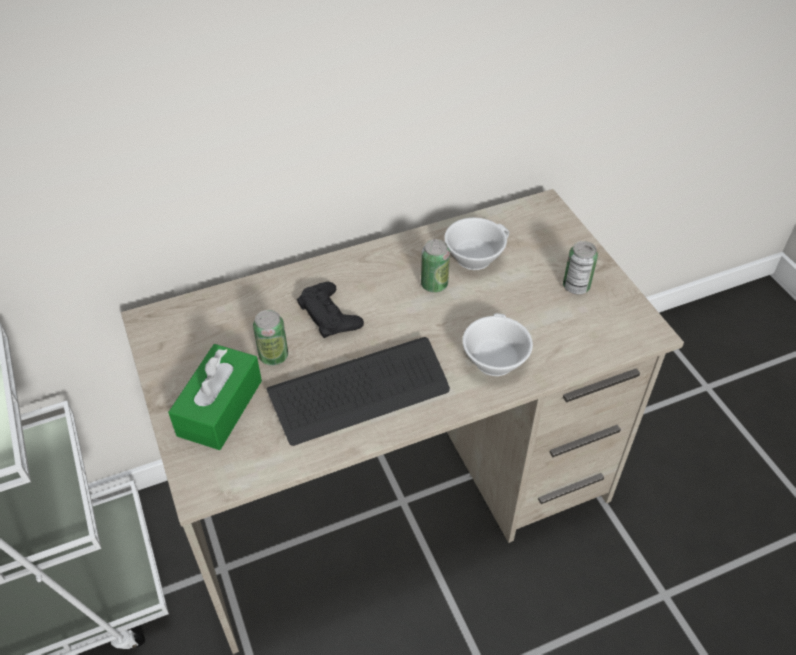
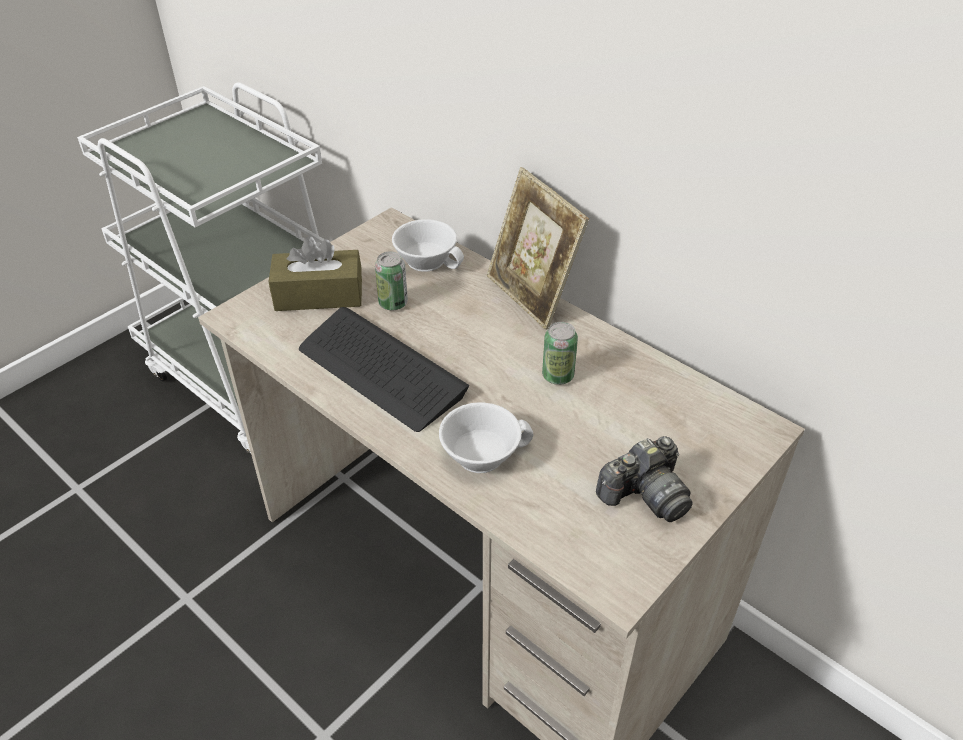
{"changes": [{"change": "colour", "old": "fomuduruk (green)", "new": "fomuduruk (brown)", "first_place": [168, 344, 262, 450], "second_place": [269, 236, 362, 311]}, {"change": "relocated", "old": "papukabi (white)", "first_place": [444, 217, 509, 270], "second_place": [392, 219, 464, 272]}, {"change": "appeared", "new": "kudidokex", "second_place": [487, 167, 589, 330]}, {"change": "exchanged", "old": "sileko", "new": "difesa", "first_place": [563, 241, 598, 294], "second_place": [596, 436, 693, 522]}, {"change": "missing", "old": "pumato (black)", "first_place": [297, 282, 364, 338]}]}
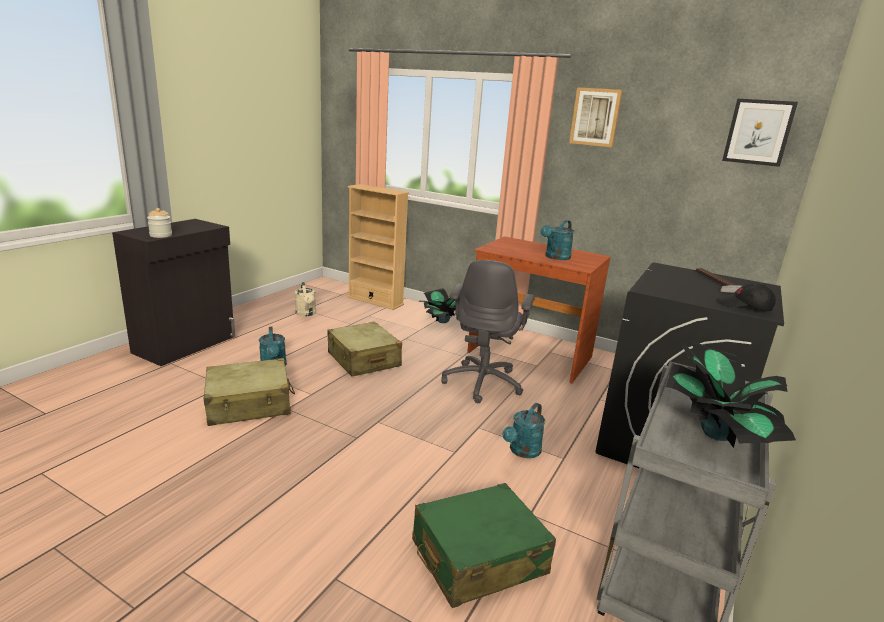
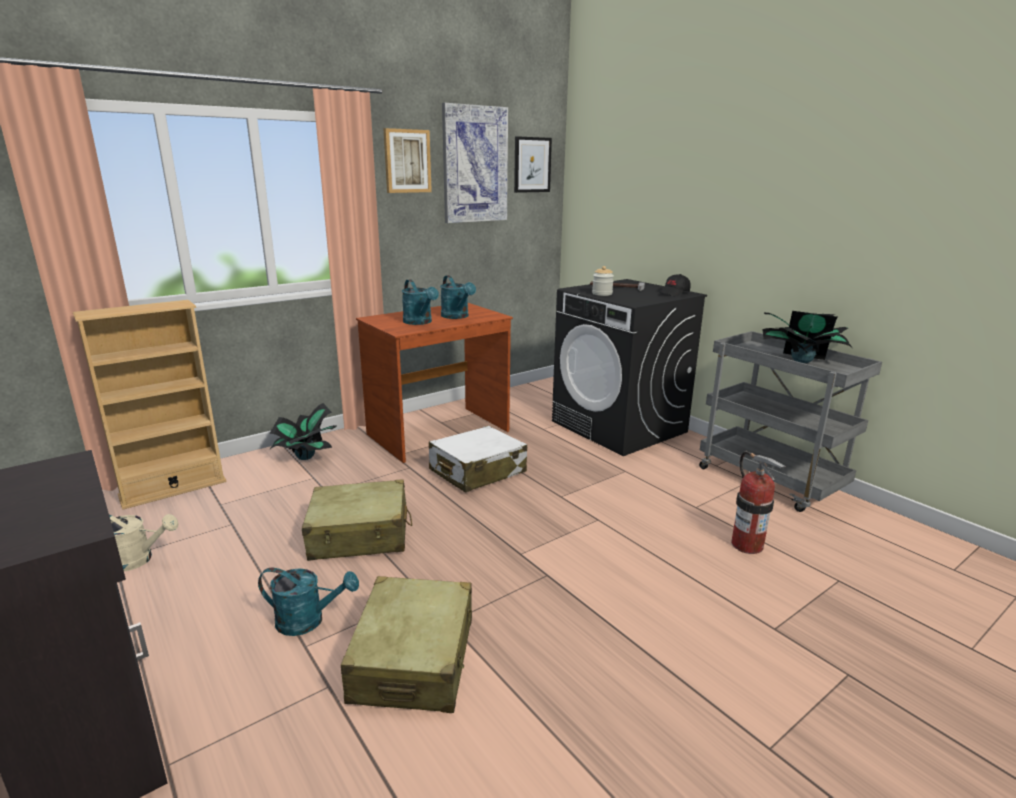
{"changes": [{"change": "relocated", "old": "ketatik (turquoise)", "first_place": [503, 403, 545, 458], "second_place": [402, 279, 439, 325]}, {"change": "exchanged", "old": "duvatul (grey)", "new": "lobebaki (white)", "first_place": [442, 260, 535, 403], "second_place": [429, 426, 527, 492]}, {"change": "appeared", "new": "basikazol", "second_place": [442, 103, 508, 223]}, {"change": "relocated", "old": "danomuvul", "first_place": [147, 208, 172, 238], "second_place": [592, 266, 614, 296]}, {"change": "exchanged", "old": "lobebaki (green)", "new": "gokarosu", "first_place": [412, 483, 556, 608], "second_place": [731, 451, 787, 554]}]}
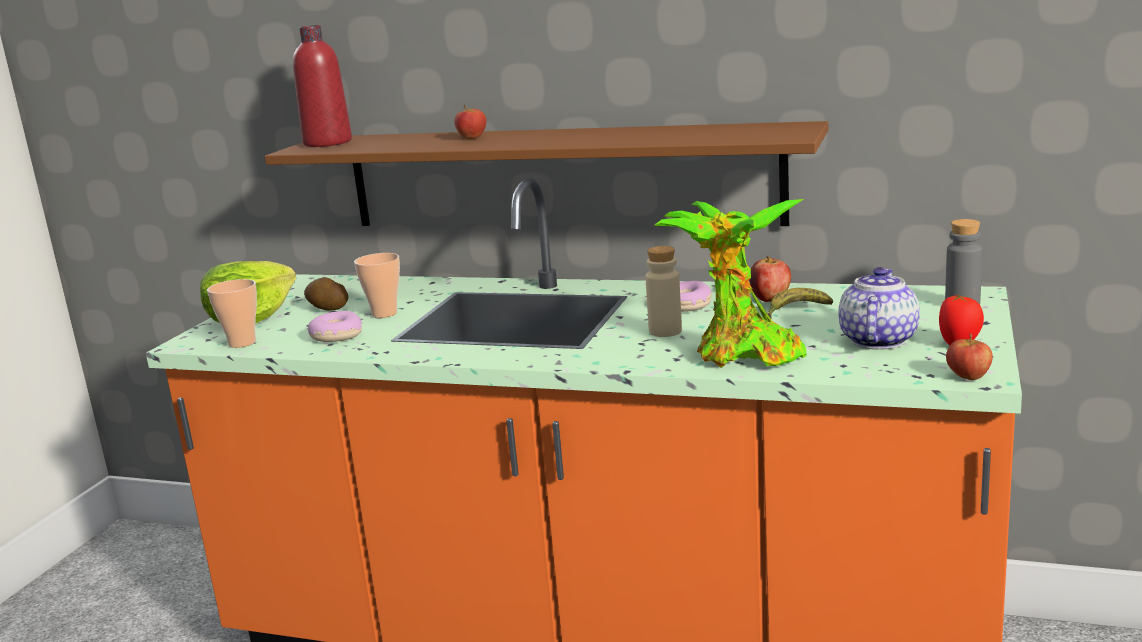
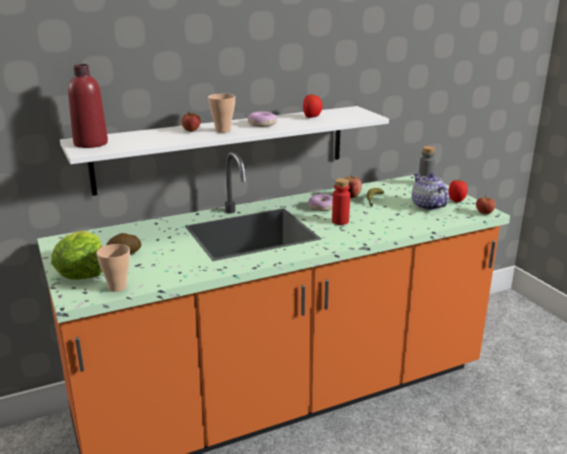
{"changes": [{"change": "colour", "old": "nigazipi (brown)", "new": "nigazipi (white)", "first_place": [265, 121, 828, 226], "second_place": [60, 106, 389, 196]}, {"change": "relocated", "old": "papukabi", "first_place": [354, 253, 400, 318], "second_place": [208, 94, 235, 133]}, {"change": "relocated", "old": "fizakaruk", "first_place": [308, 311, 363, 342], "second_place": [248, 111, 277, 127]}, {"change": "appeared", "new": "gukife", "second_place": [303, 94, 322, 118]}, {"change": "colour", "old": "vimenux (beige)", "new": "vimenux (red)", "first_place": [646, 246, 682, 337], "second_place": [332, 178, 350, 225]}, {"change": "missing", "old": "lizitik", "first_place": [653, 199, 807, 368]}]}
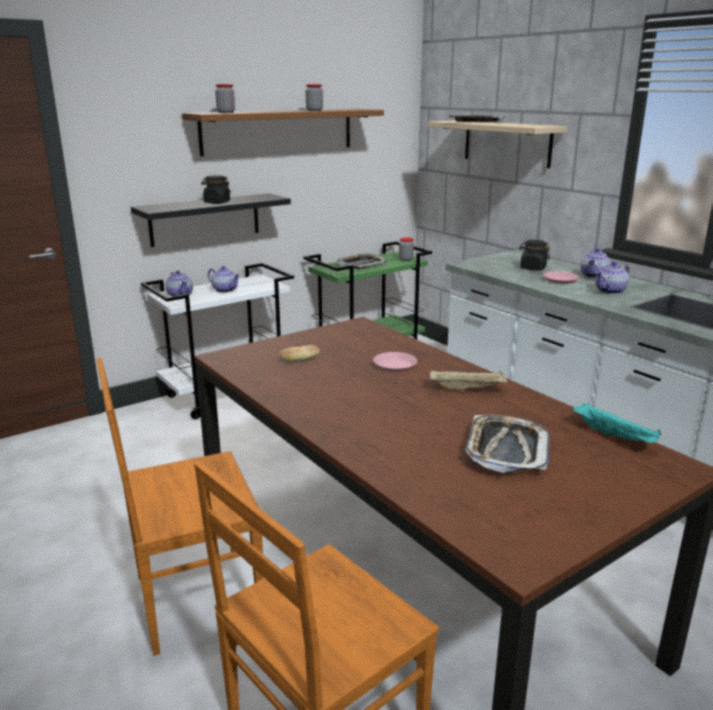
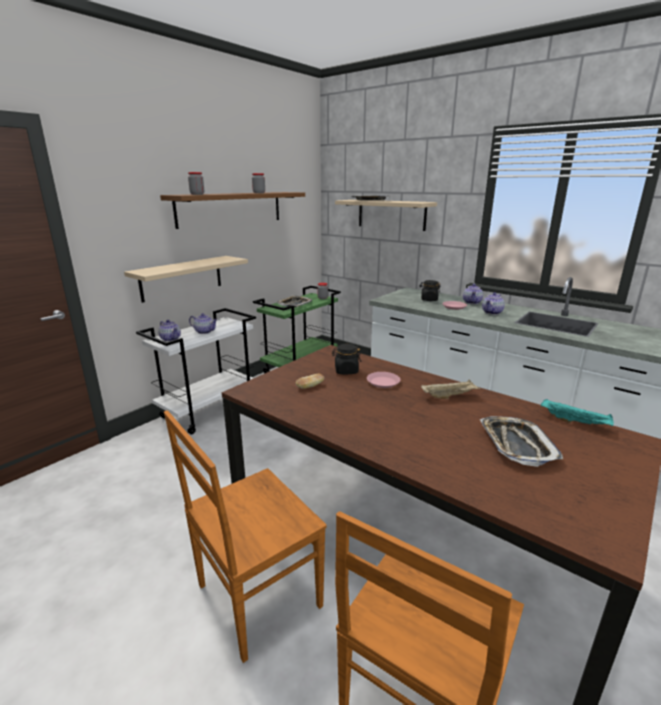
{"changes": [{"change": "colour", "old": "nigazipi (black)", "new": "nigazipi (beige)", "first_place": [131, 193, 291, 247], "second_place": [124, 256, 248, 303]}, {"change": "relocated", "old": "danomuvul (black)", "first_place": [201, 175, 231, 204], "second_place": [332, 344, 361, 374]}]}
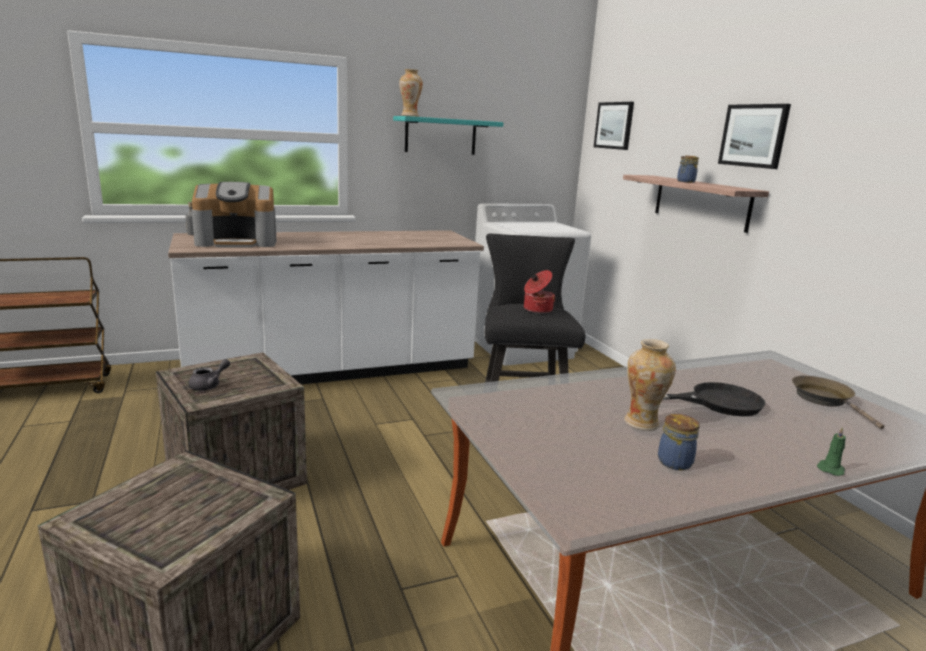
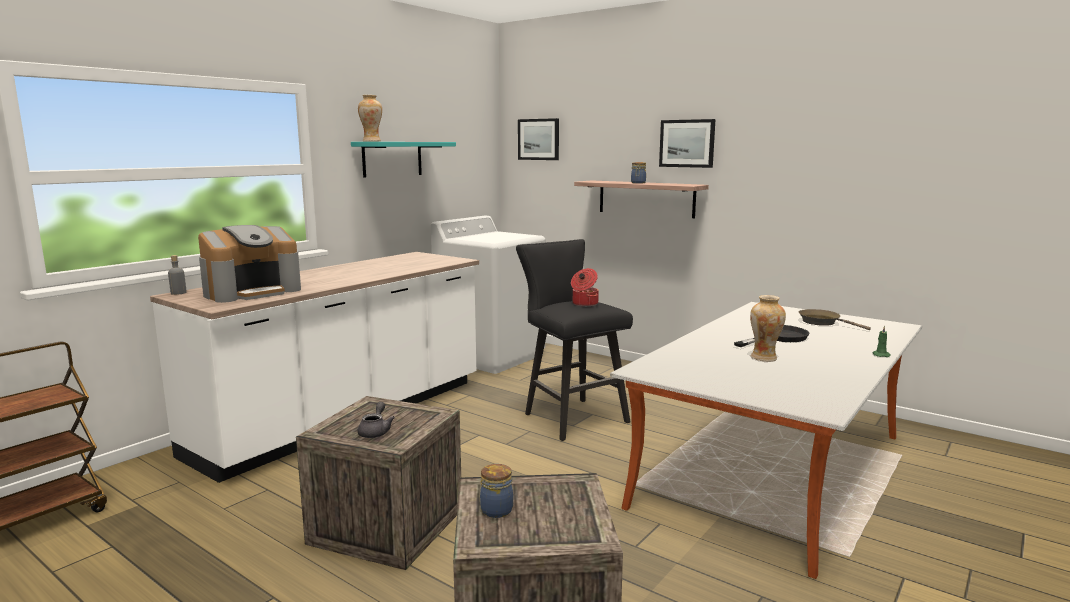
{"changes": [{"change": "relocated", "old": "danomuvul", "first_place": [658, 414, 700, 470], "second_place": [480, 464, 513, 518]}]}
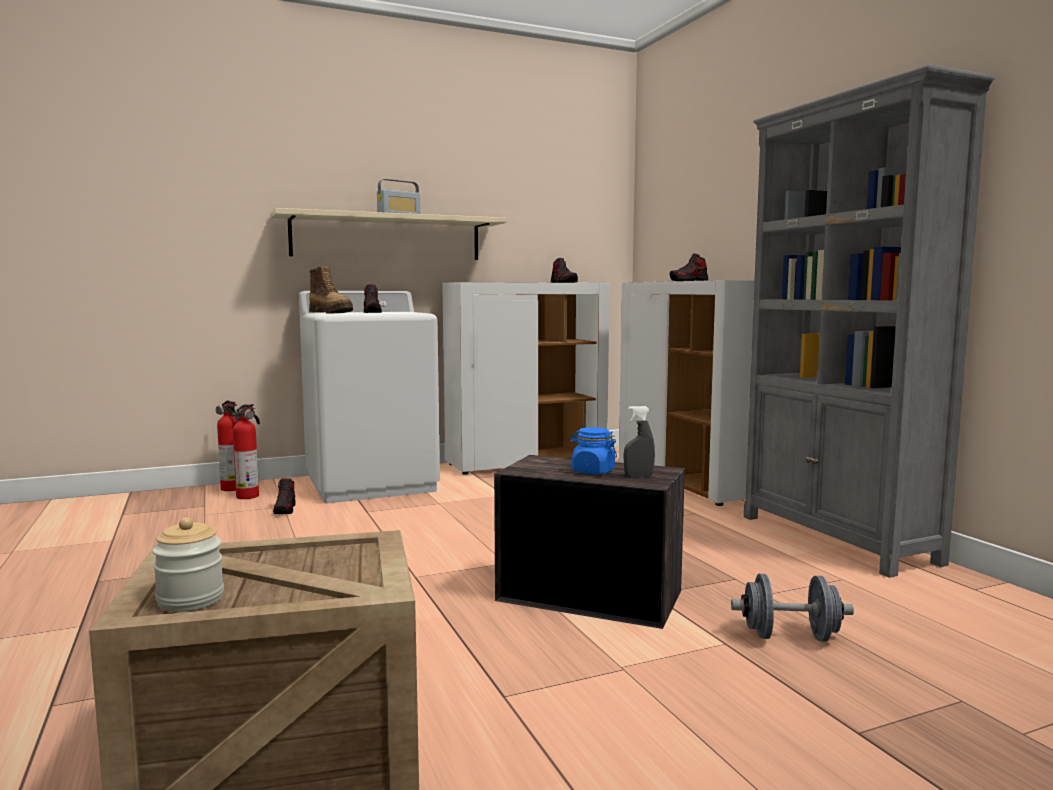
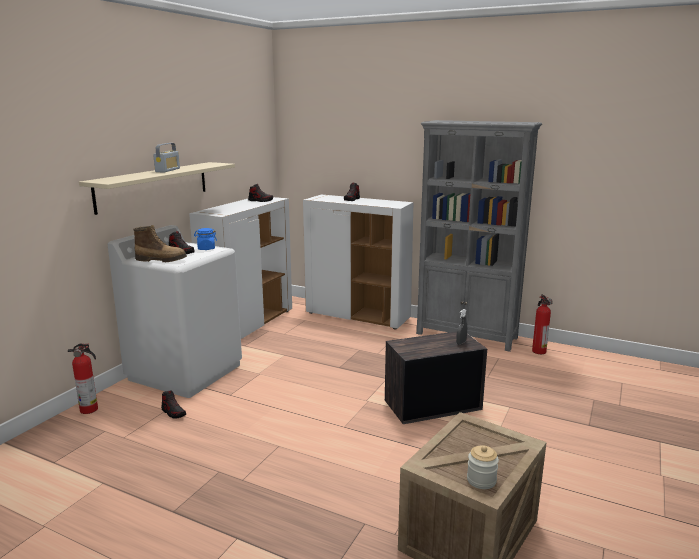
{"changes": [{"change": "relocated", "old": "danomuvul (blue)", "first_place": [570, 427, 617, 474], "second_place": [194, 228, 217, 250]}, {"change": "relocated", "old": "gokarosu", "first_place": [230, 404, 260, 499], "second_place": [532, 294, 553, 354]}, {"change": "missing", "old": "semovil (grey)", "first_place": [731, 574, 854, 642]}]}
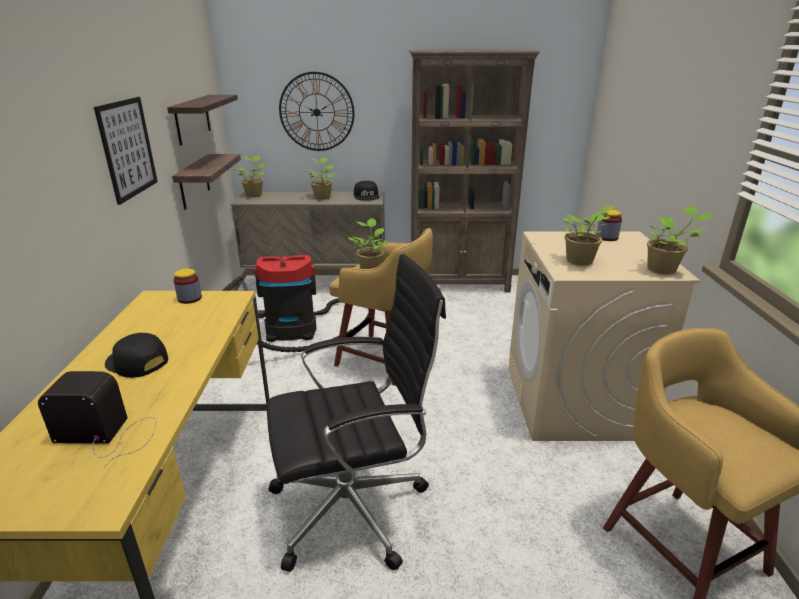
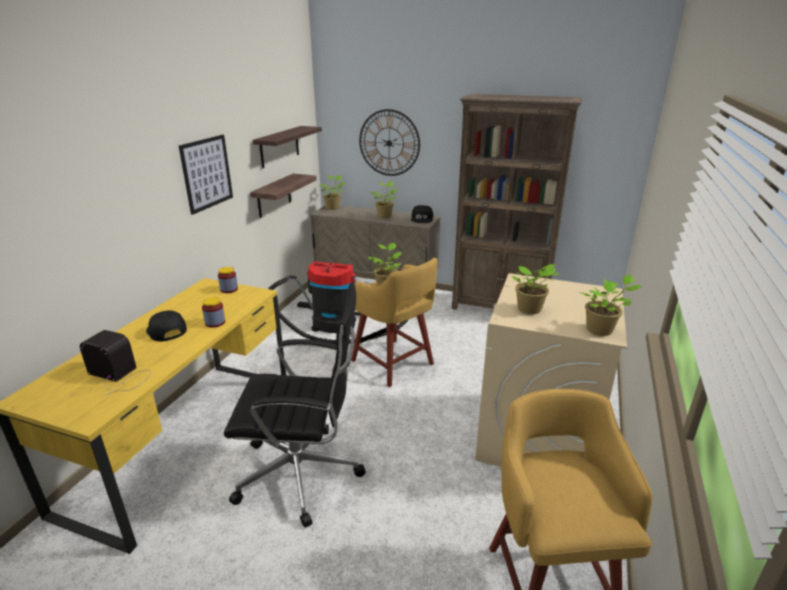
{"changes": [{"change": "relocated", "old": "danomuvul", "first_place": [597, 210, 622, 241], "second_place": [202, 297, 225, 328]}]}
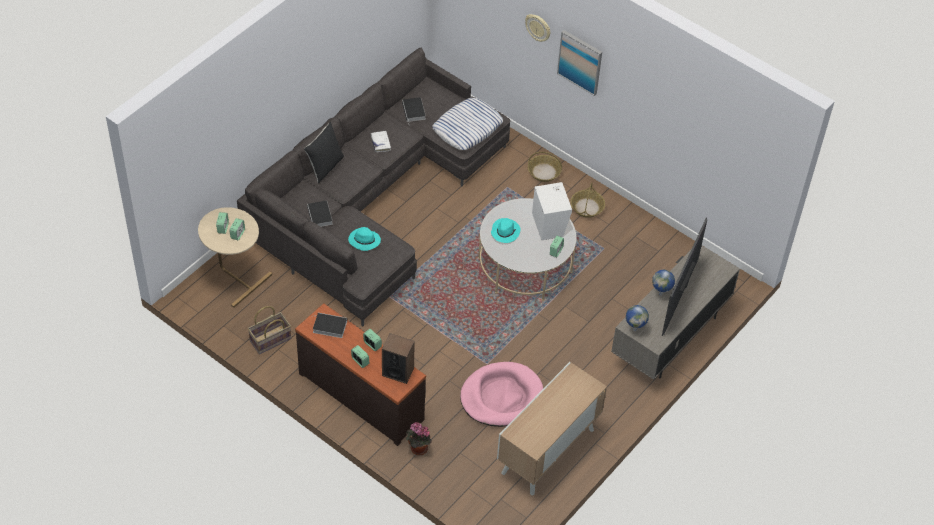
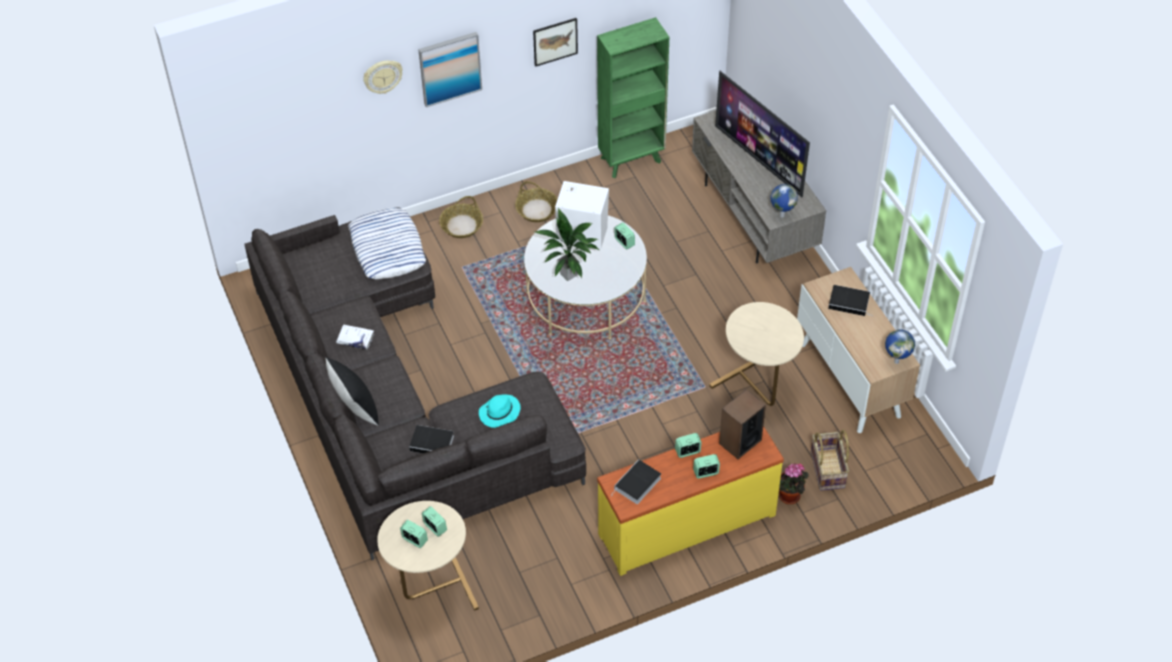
{"changes": [{"change": "appeared", "new": "basikazol", "second_place": [533, 18, 578, 67]}, {"change": "exchanged", "old": "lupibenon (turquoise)", "new": "lizitik", "first_place": [491, 218, 521, 243], "second_place": [535, 208, 599, 281]}, {"change": "appeared", "new": "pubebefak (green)", "second_place": [597, 17, 669, 178]}, {"change": "colour", "old": "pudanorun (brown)", "new": "pudanorun (yellow)", "first_place": [295, 303, 426, 446], "second_place": [597, 426, 784, 576]}, {"change": "exchanged", "old": "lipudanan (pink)", "new": "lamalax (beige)", "first_place": [460, 362, 543, 427], "second_place": [709, 302, 804, 406]}, {"change": "relocated", "old": "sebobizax", "first_place": [248, 306, 291, 354], "second_place": [811, 430, 849, 490]}, {"change": "relocated", "old": "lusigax", "first_place": [402, 97, 426, 125], "second_place": [828, 285, 871, 316]}, {"change": "relocated", "old": "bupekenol", "first_place": [652, 270, 675, 296], "second_place": [885, 330, 915, 364]}]}
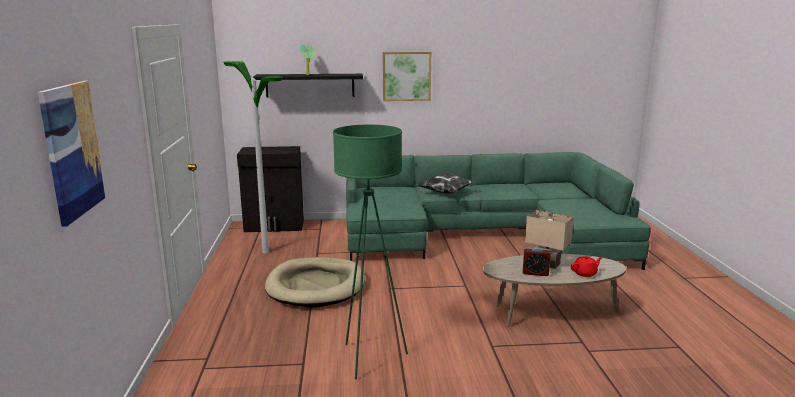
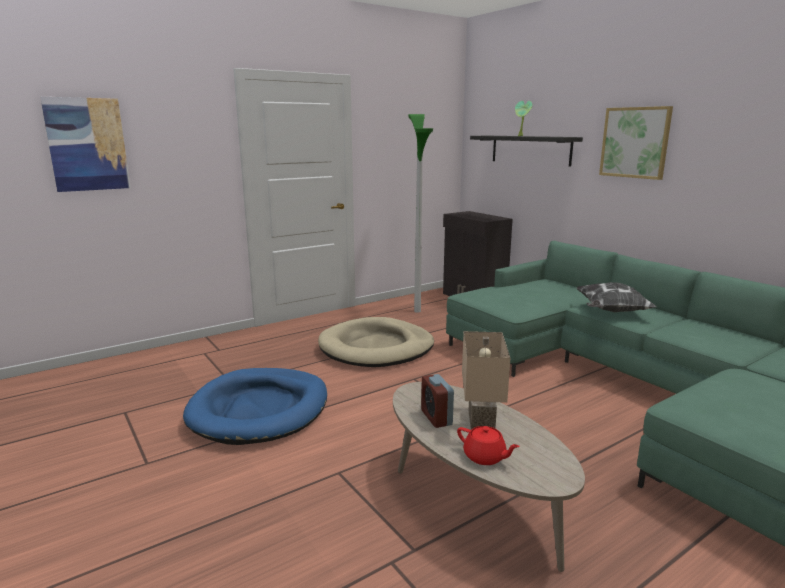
{"changes": [{"change": "exchanged", "old": "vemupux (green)", "new": "lipudanan (blue)", "first_place": [333, 125, 408, 380], "second_place": [183, 368, 327, 445]}]}
